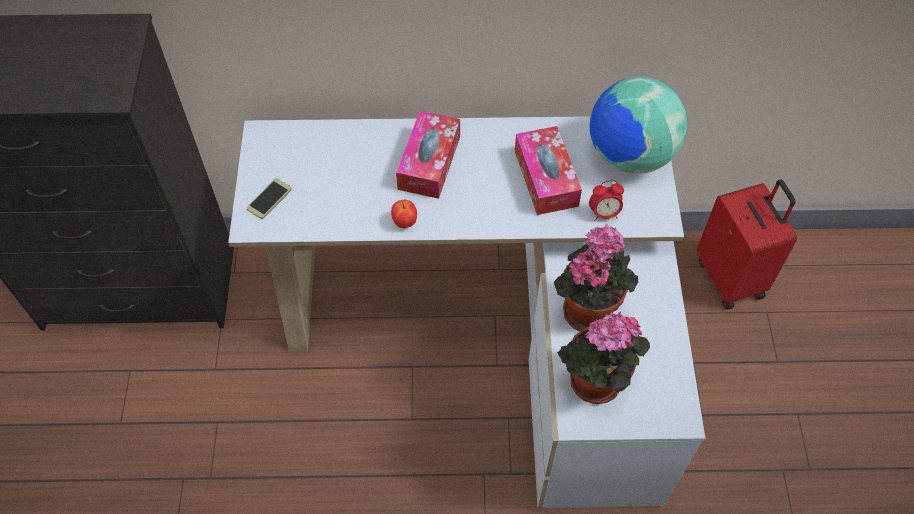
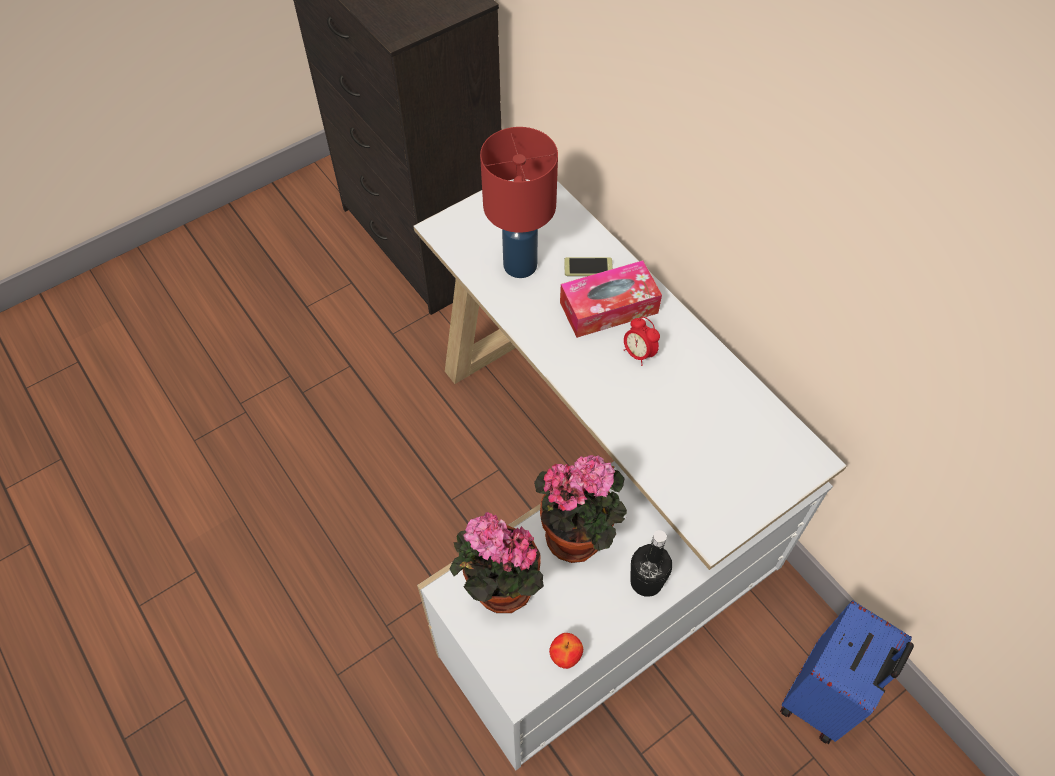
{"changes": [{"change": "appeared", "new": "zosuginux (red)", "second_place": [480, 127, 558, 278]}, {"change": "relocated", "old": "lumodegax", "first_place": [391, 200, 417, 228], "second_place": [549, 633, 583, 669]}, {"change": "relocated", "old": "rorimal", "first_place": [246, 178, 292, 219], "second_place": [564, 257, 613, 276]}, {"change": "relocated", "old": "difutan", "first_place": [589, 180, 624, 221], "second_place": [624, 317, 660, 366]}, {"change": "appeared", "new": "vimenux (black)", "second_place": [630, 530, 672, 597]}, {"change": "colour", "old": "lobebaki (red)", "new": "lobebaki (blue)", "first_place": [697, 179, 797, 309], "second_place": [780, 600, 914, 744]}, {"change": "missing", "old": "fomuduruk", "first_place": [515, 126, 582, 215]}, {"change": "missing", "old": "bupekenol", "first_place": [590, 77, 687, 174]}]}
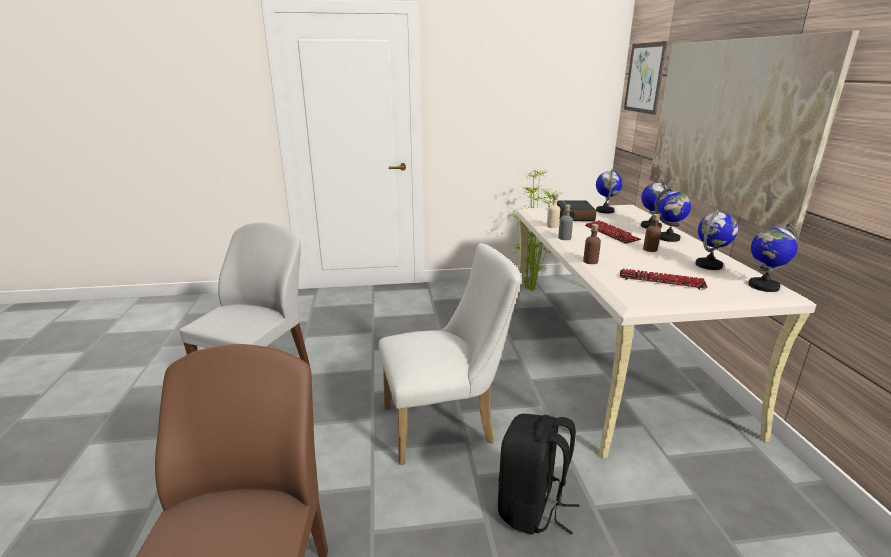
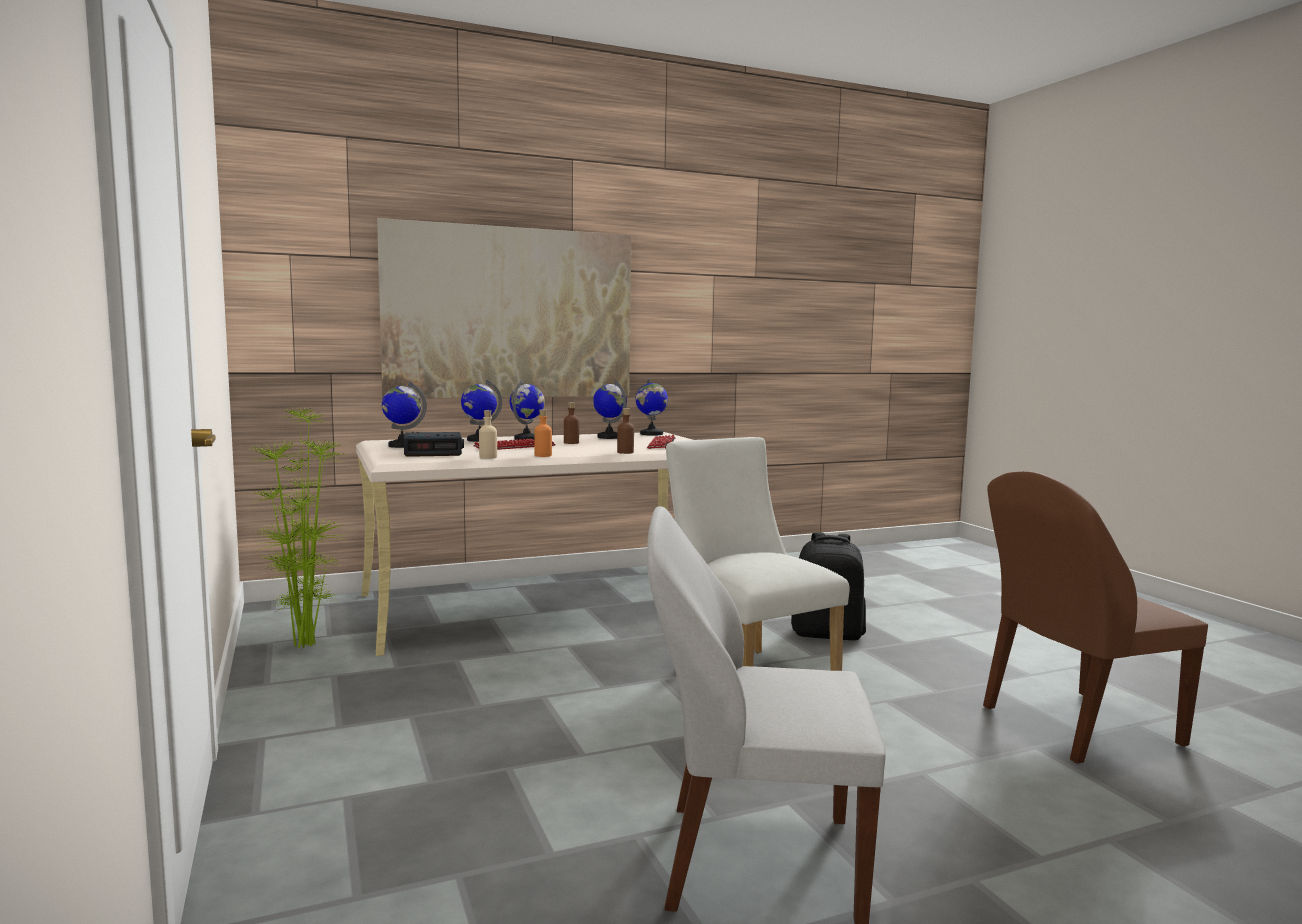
{"changes": [{"change": "colour", "old": "vimenux (grey)", "new": "vimenux (orange)", "first_place": [558, 204, 573, 240], "second_place": [534, 410, 552, 457]}, {"change": "missing", "old": "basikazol", "first_place": [624, 41, 668, 115]}]}
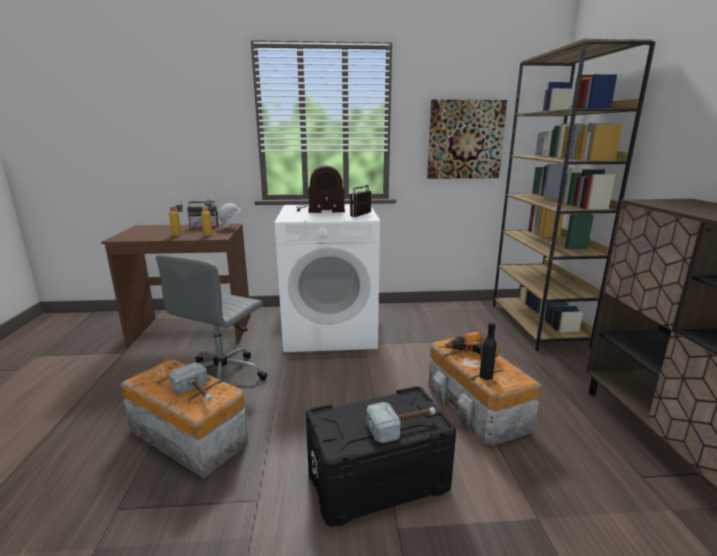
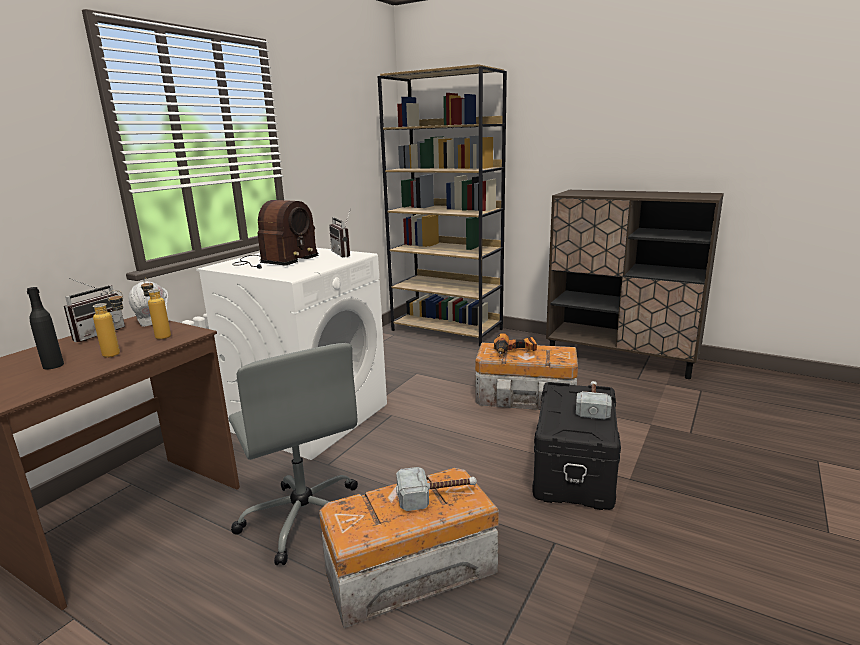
{"changes": [{"change": "relocated", "old": "vimenux (black)", "first_place": [480, 322, 497, 380], "second_place": [27, 287, 64, 369]}, {"change": "missing", "old": "basikazol", "first_place": [427, 100, 507, 179]}]}
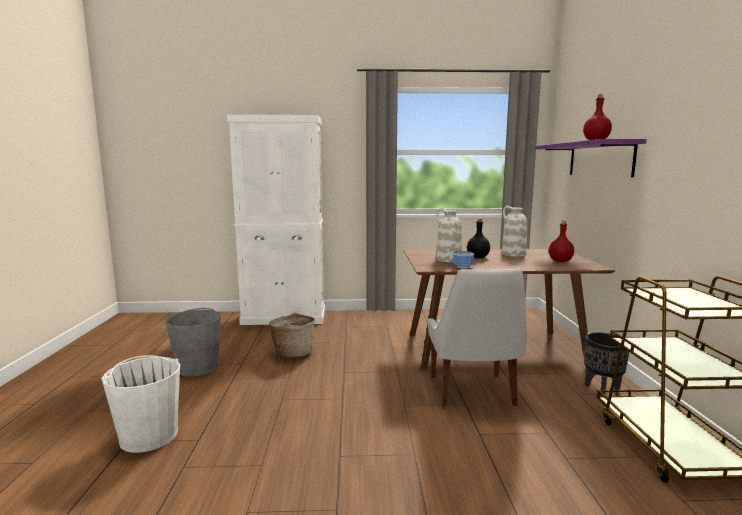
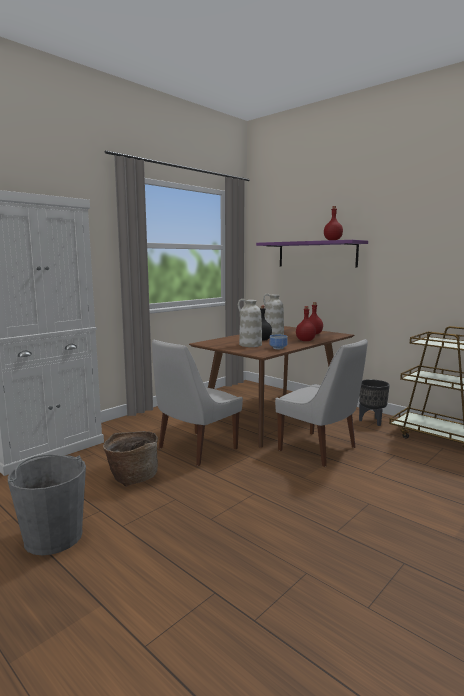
{"changes": [{"change": "appeared", "new": "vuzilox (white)", "second_place": [152, 340, 243, 466]}, {"change": "appeared", "new": "vimenux (red)", "second_place": [296, 306, 316, 341]}, {"change": "missing", "old": "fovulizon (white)", "first_place": [101, 355, 180, 453]}]}
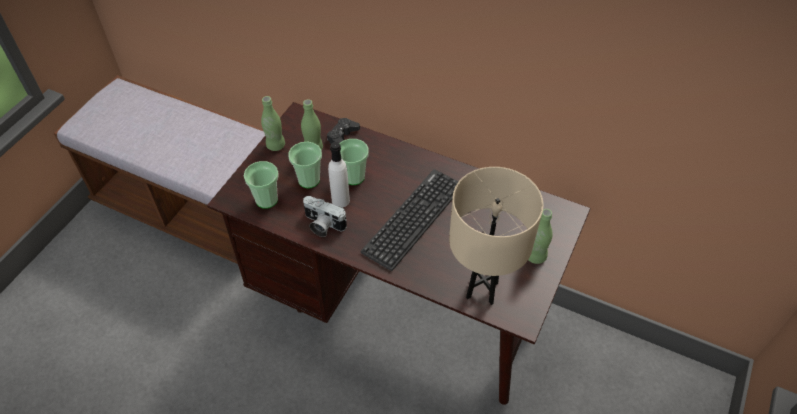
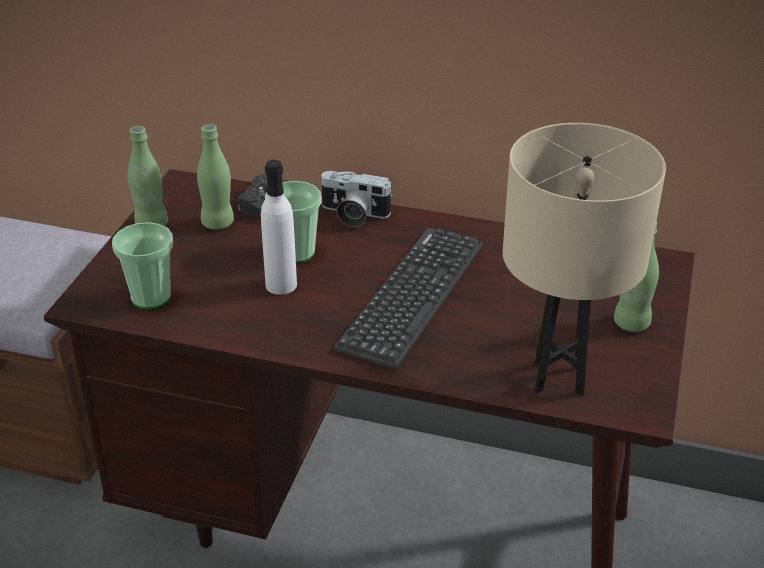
{"changes": [{"change": "relocated", "old": "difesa", "first_place": [303, 196, 347, 237], "second_place": [319, 171, 393, 227]}, {"change": "missing", "old": "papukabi", "first_place": [288, 142, 322, 189]}]}
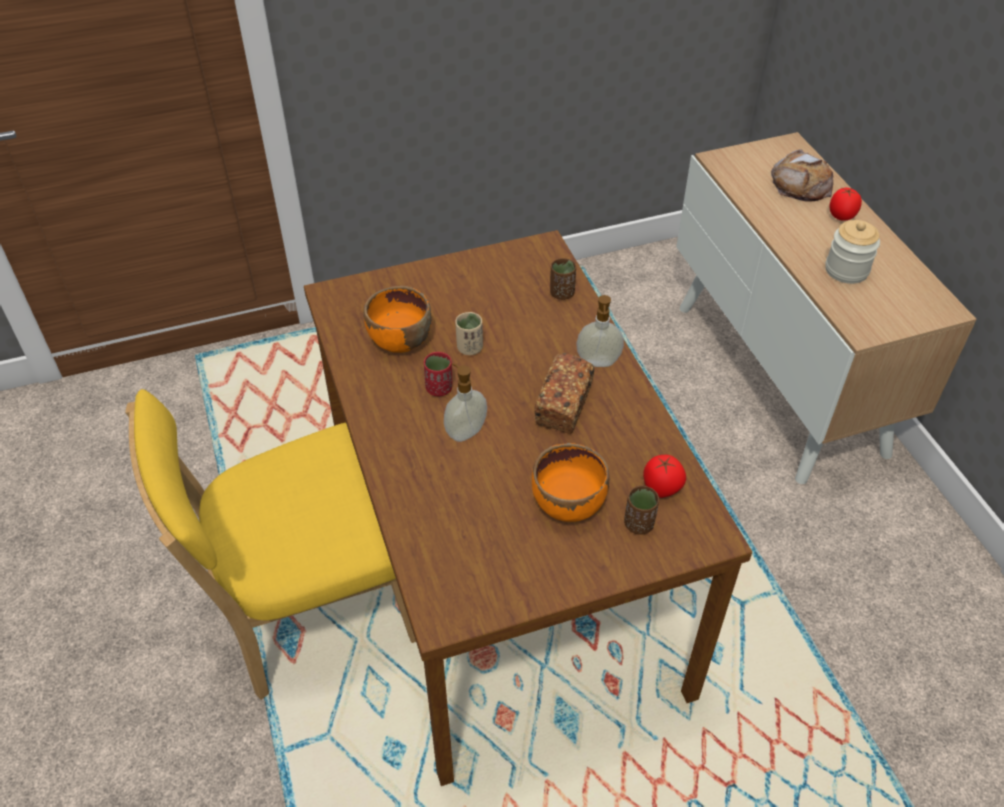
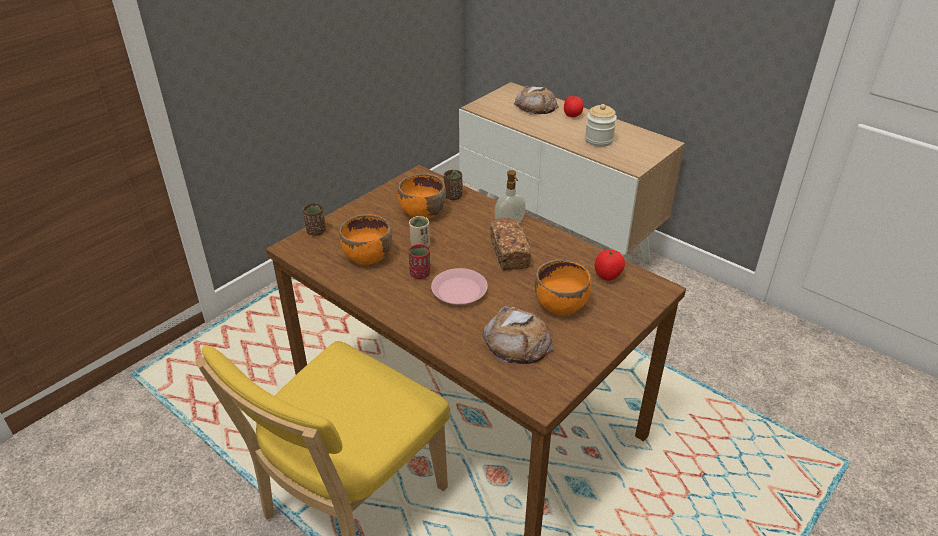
{"changes": [{"change": "relocated", "old": "papukabi (brown)", "first_place": [624, 486, 659, 534], "second_place": [303, 203, 326, 236]}, {"change": "appeared", "new": "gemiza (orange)", "second_place": [398, 173, 446, 219]}, {"change": "exchanged", "old": "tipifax", "new": "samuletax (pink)", "first_place": [444, 363, 487, 442], "second_place": [431, 268, 488, 305]}, {"change": "appeared", "new": "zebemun", "second_place": [482, 306, 553, 364]}]}
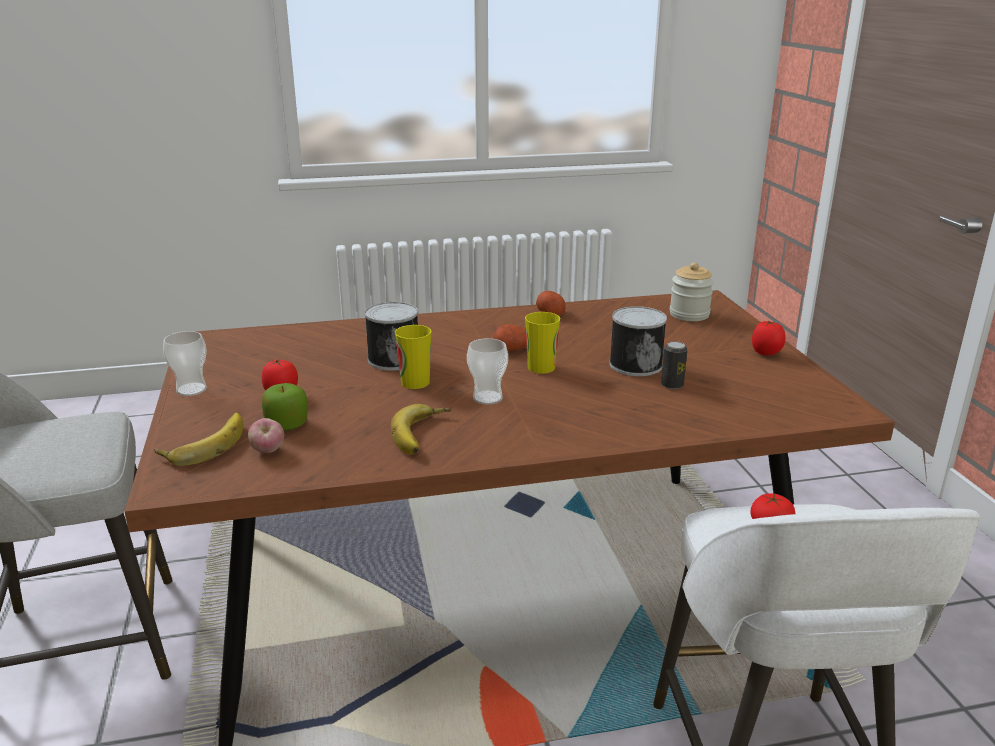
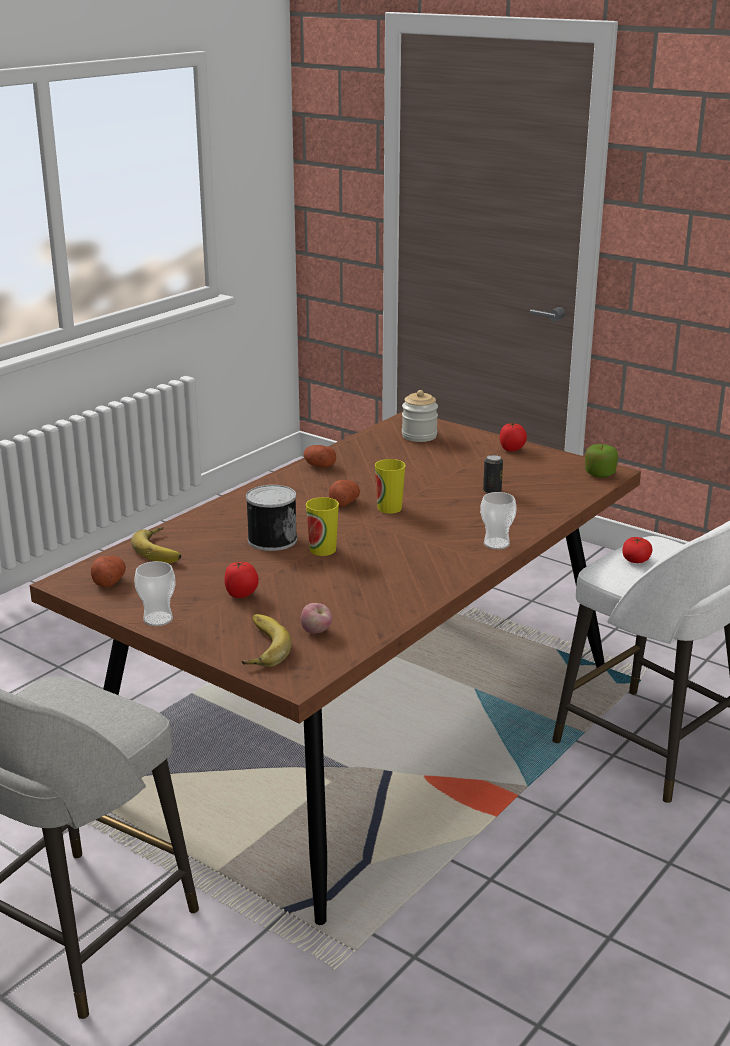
{"changes": [{"change": "appeared", "new": "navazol", "second_place": [91, 555, 126, 587]}, {"change": "relocated", "old": "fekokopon", "first_place": [391, 404, 451, 454], "second_place": [131, 527, 181, 563]}, {"change": "relocated", "old": "papukabi", "first_place": [467, 338, 508, 405], "second_place": [480, 492, 517, 550]}, {"change": "relocated", "old": "lumodegax", "first_place": [262, 383, 308, 431], "second_place": [585, 444, 618, 478]}, {"change": "missing", "old": "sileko", "first_place": [609, 306, 667, 376]}]}
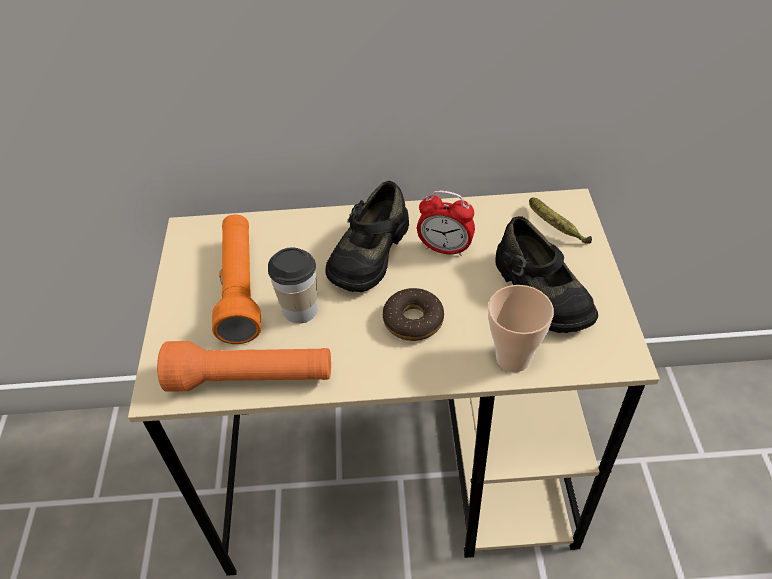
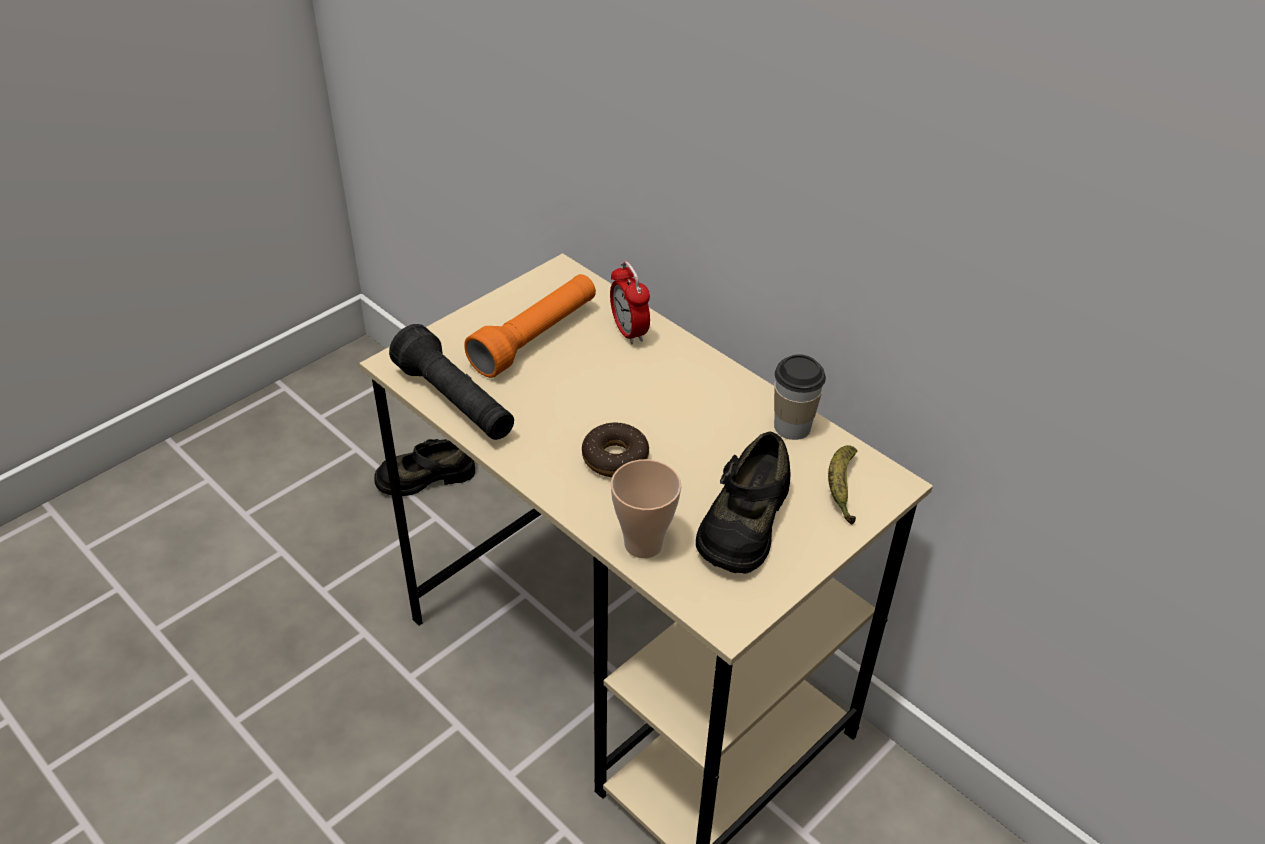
{"changes": [{"change": "relocated", "old": "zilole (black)", "first_place": [325, 181, 409, 292], "second_place": [374, 439, 475, 496]}, {"change": "colour", "old": "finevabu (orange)", "new": "finevabu (black)", "first_place": [157, 341, 331, 392], "second_place": [389, 324, 514, 440]}, {"change": "relocated", "old": "difutan", "first_place": [417, 190, 475, 256], "second_place": [610, 261, 650, 345]}, {"change": "relocated", "old": "papukabi", "first_place": [268, 247, 317, 324], "second_place": [774, 354, 826, 440]}]}
